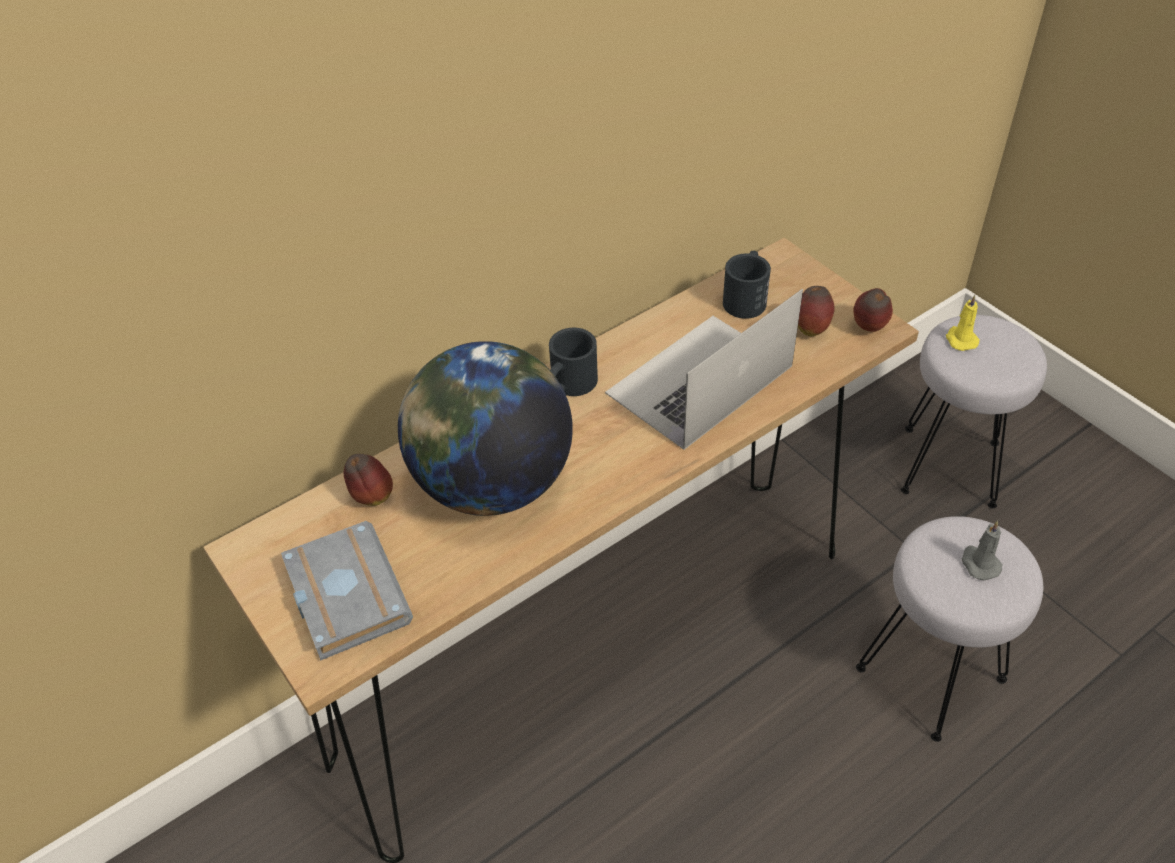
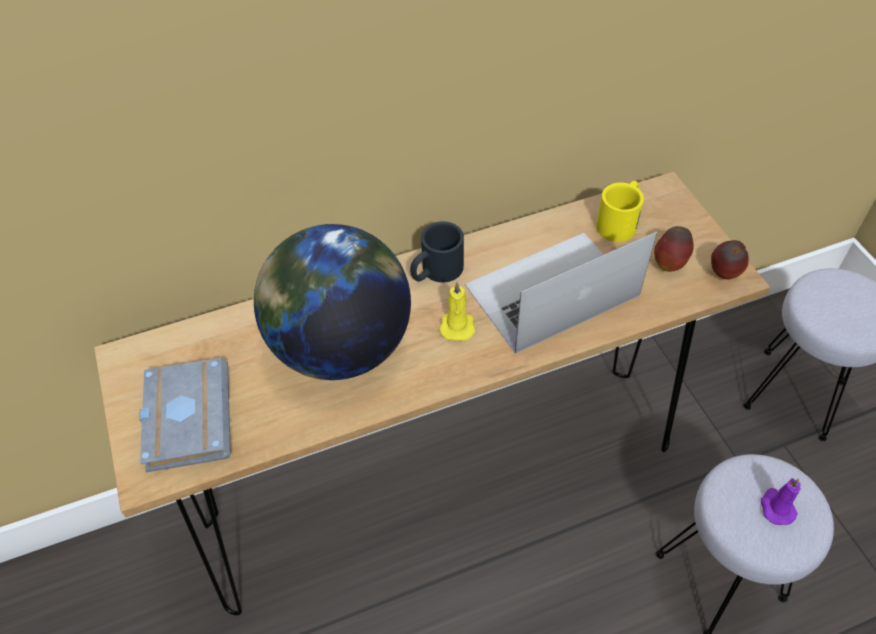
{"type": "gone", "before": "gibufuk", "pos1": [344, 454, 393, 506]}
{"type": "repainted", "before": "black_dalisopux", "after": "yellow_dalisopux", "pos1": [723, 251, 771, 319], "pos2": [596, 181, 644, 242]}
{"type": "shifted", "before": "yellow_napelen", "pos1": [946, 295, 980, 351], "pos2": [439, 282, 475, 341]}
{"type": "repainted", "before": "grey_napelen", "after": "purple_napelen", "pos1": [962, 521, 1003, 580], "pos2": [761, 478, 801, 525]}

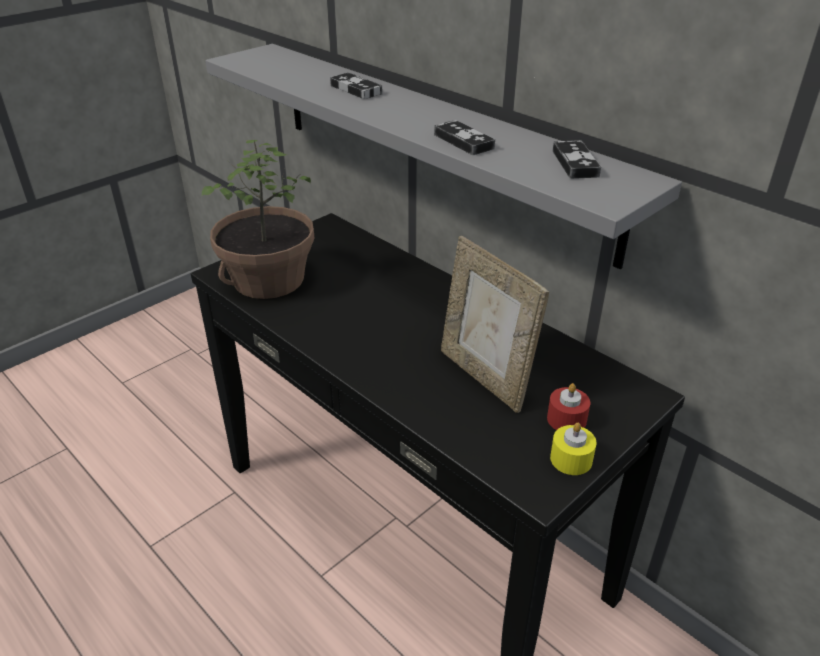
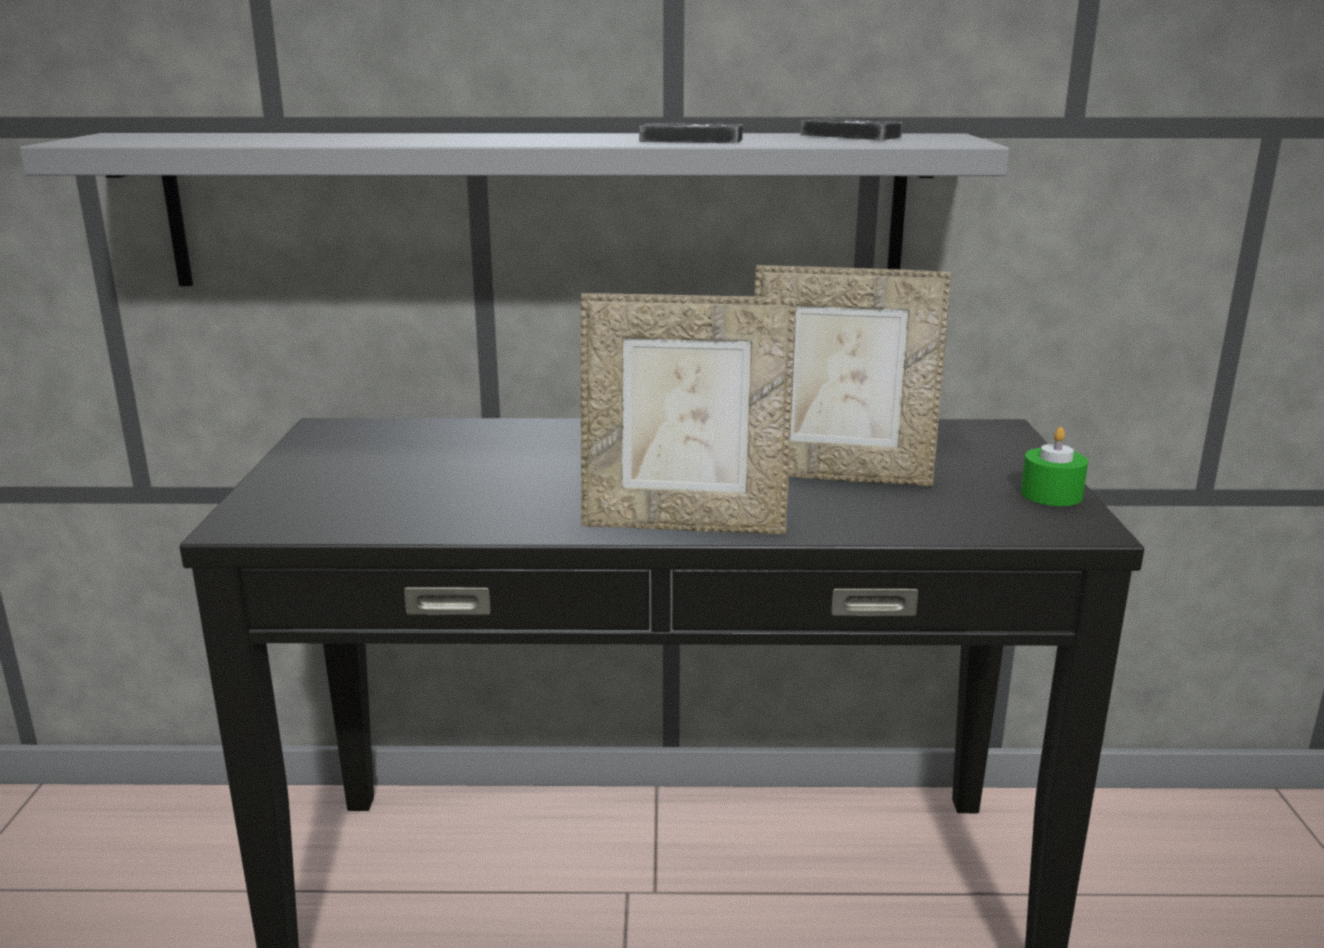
{"type": "gone", "before": "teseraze", "pos1": [202, 140, 314, 299]}
{"type": "gone", "before": "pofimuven", "pos1": [330, 73, 382, 99]}
{"type": "gone", "before": "red_napelen", "pos1": [547, 383, 590, 430]}
{"type": "repainted", "before": "yellow_napelen", "after": "green_napelen", "pos1": [550, 423, 596, 475], "pos2": [1021, 427, 1088, 506]}
{"type": "new", "after": "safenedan", "pos2": [580, 293, 797, 534]}

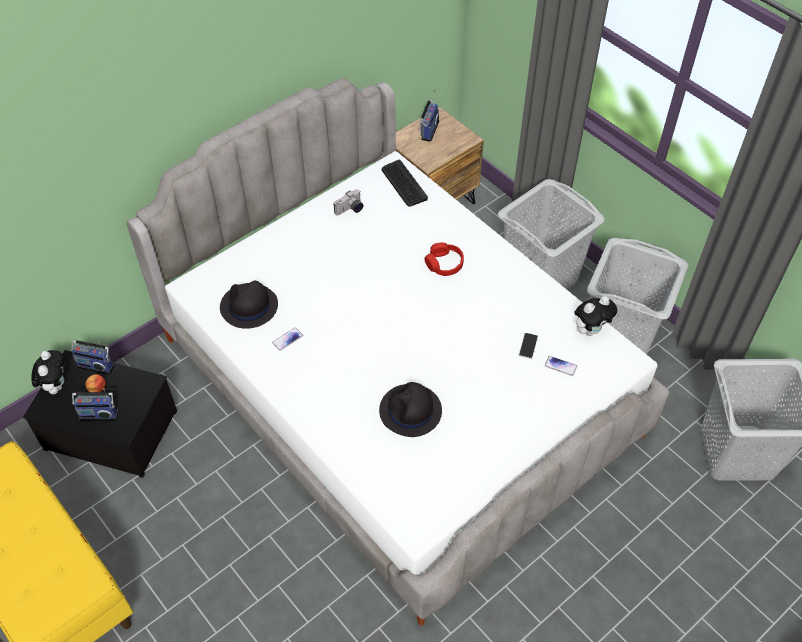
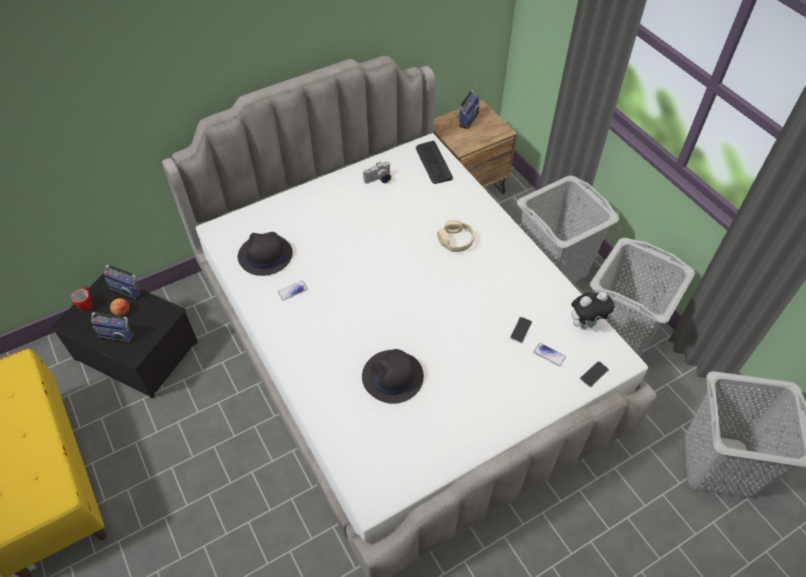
{"type": "swapped", "before": "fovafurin", "after": "dalisopux", "pos1": [31, 350, 65, 394], "pos2": [71, 286, 92, 311]}
{"type": "repainted", "before": "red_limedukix", "after": "beige_limedukix", "pos1": [425, 242, 464, 276], "pos2": [437, 220, 474, 252]}
{"type": "new", "after": "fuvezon", "pos2": [580, 361, 609, 387]}

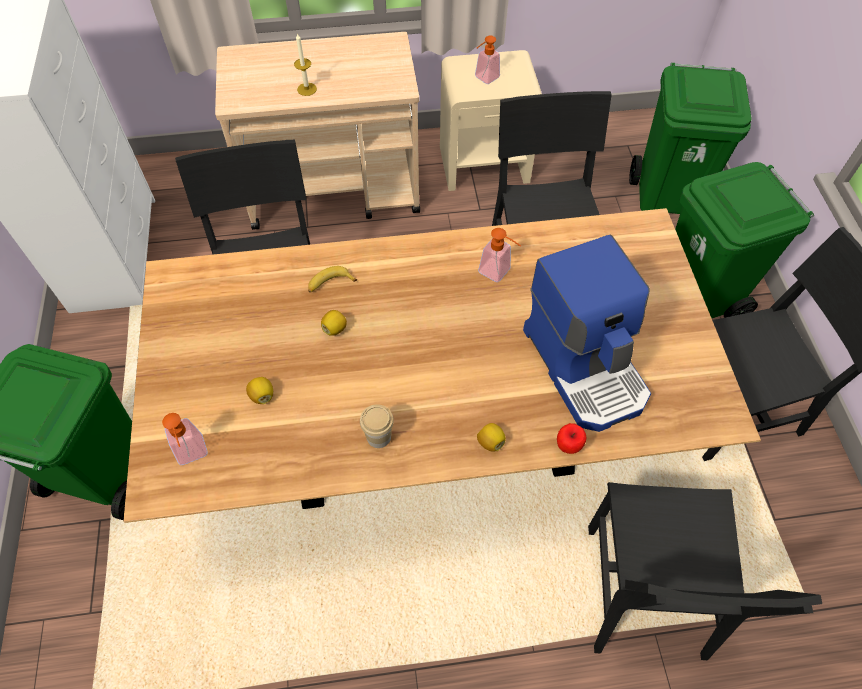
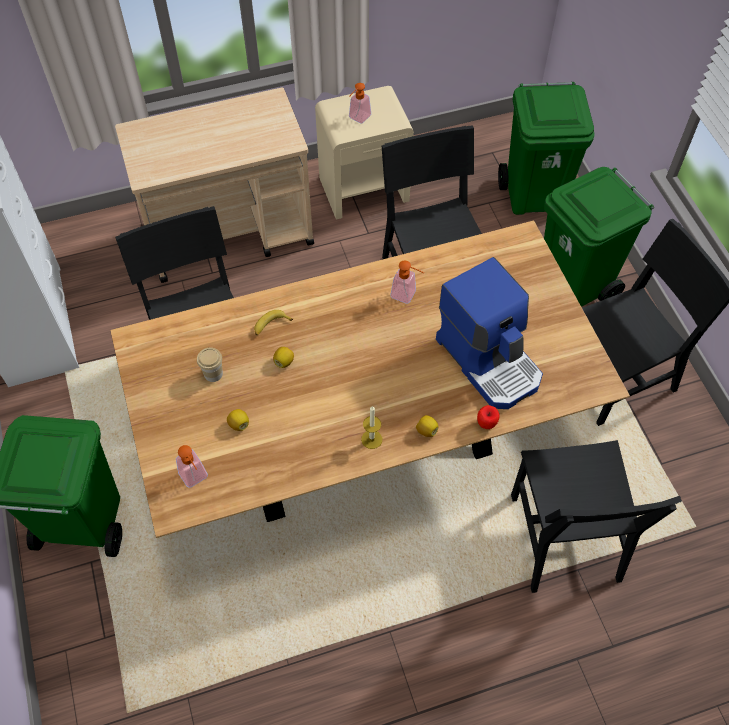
{"type": "shifted", "before": "napelen", "pos1": [294, 33, 317, 96], "pos2": [361, 406, 382, 449]}
{"type": "shifted", "before": "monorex", "pos1": [360, 404, 394, 448], "pos2": [197, 347, 223, 382]}

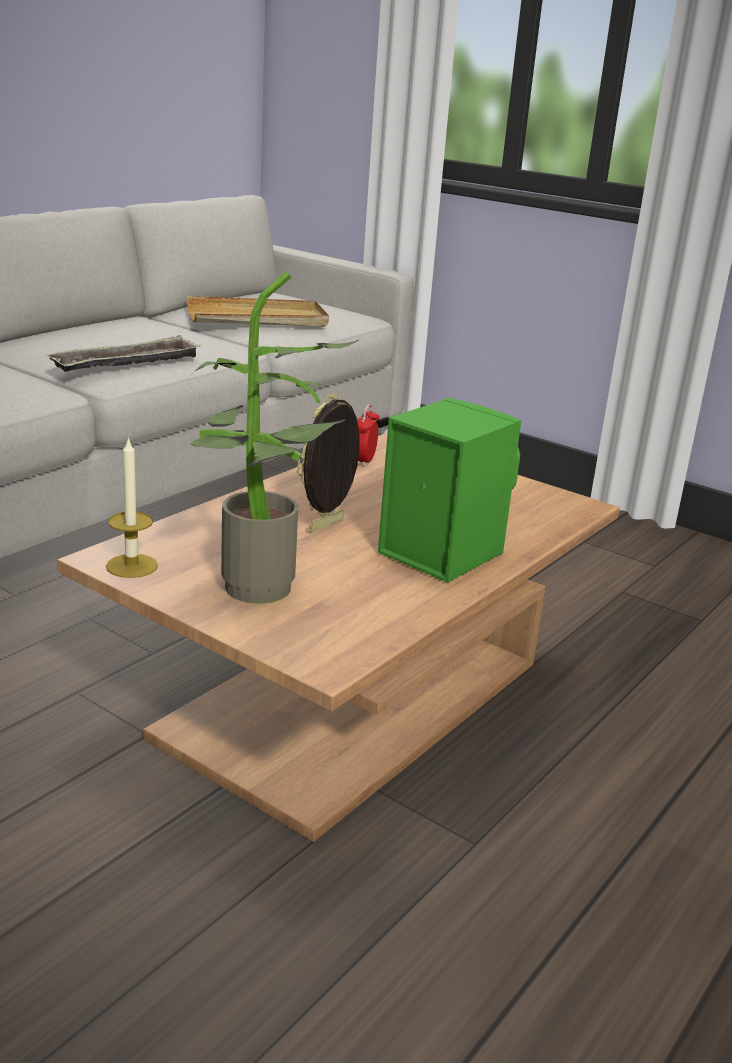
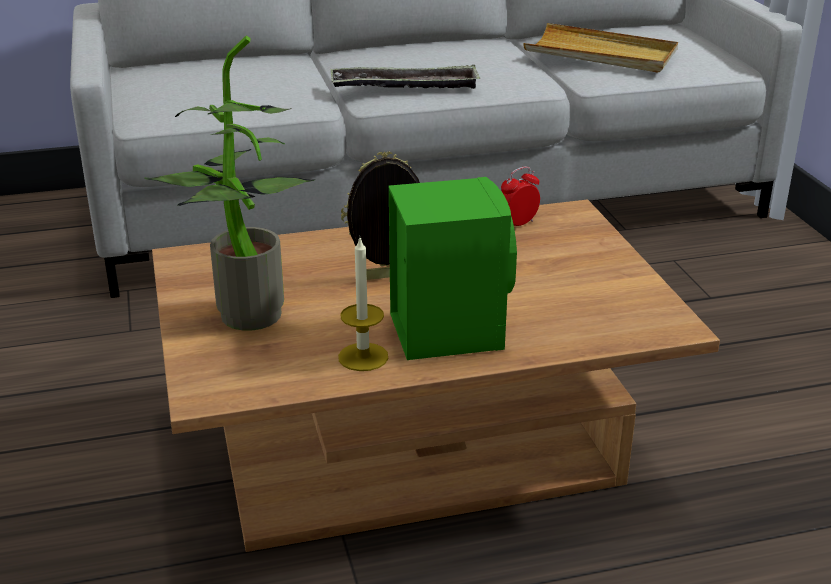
{"type": "shifted", "before": "napelen", "pos1": [106, 437, 158, 578], "pos2": [338, 238, 388, 371]}

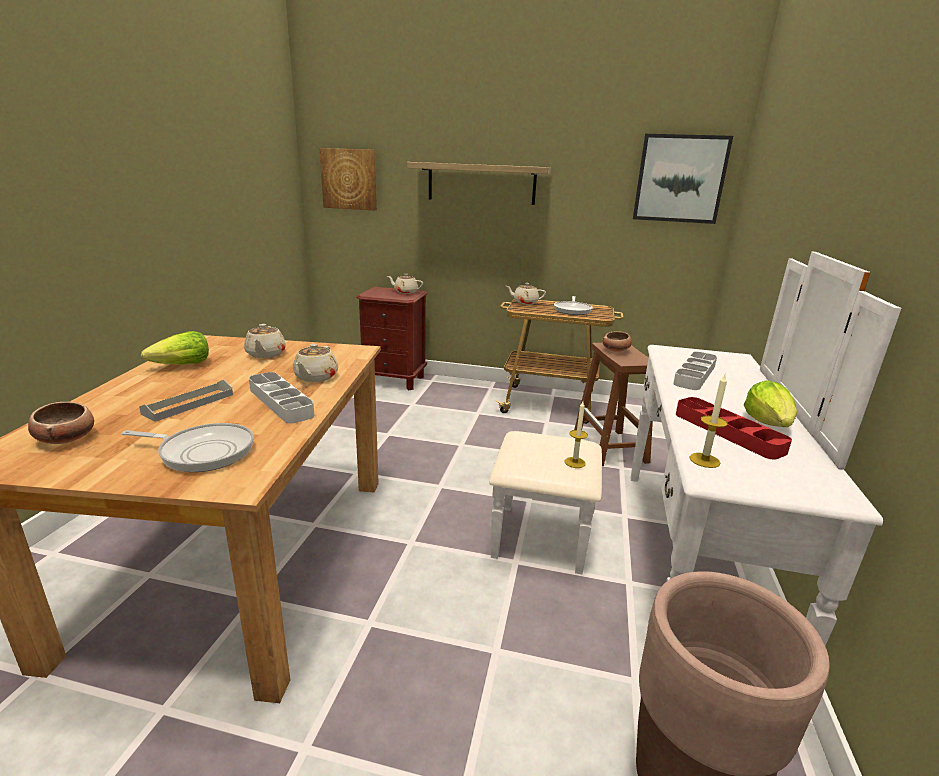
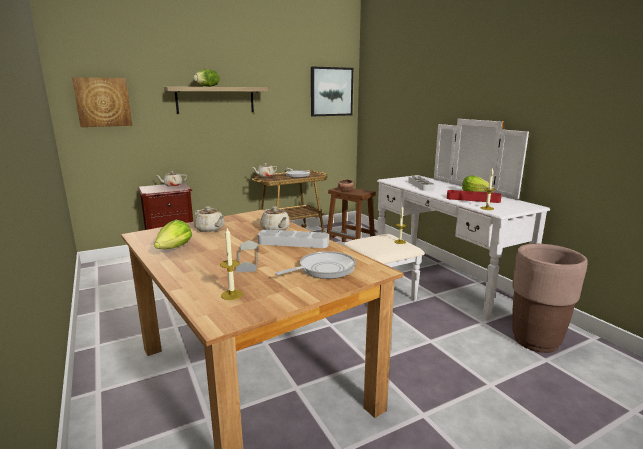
{"type": "swapped", "before": "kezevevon", "after": "napelen", "pos1": [28, 402, 94, 444], "pos2": [220, 228, 243, 300]}
{"type": "new", "after": "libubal", "pos2": [193, 69, 220, 87]}

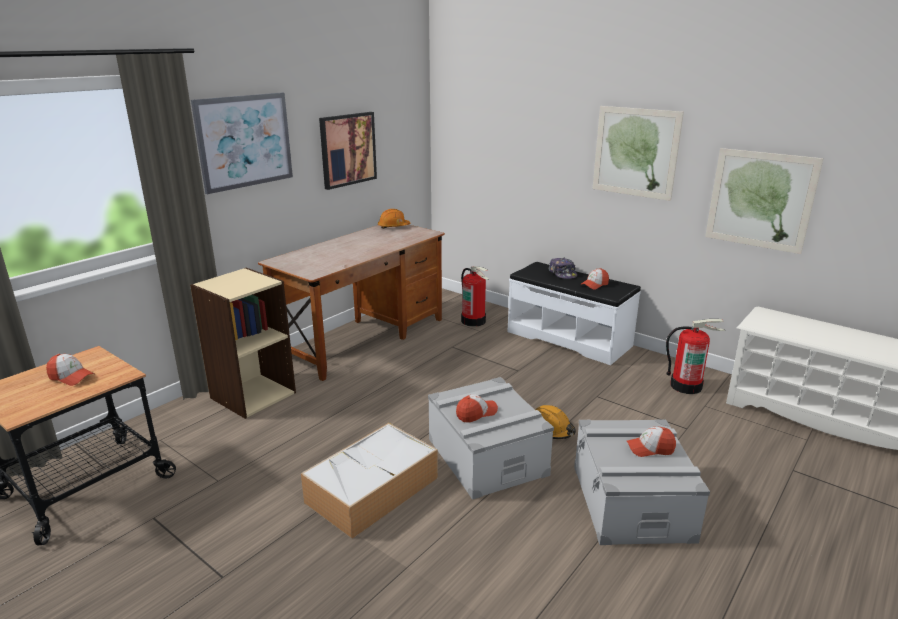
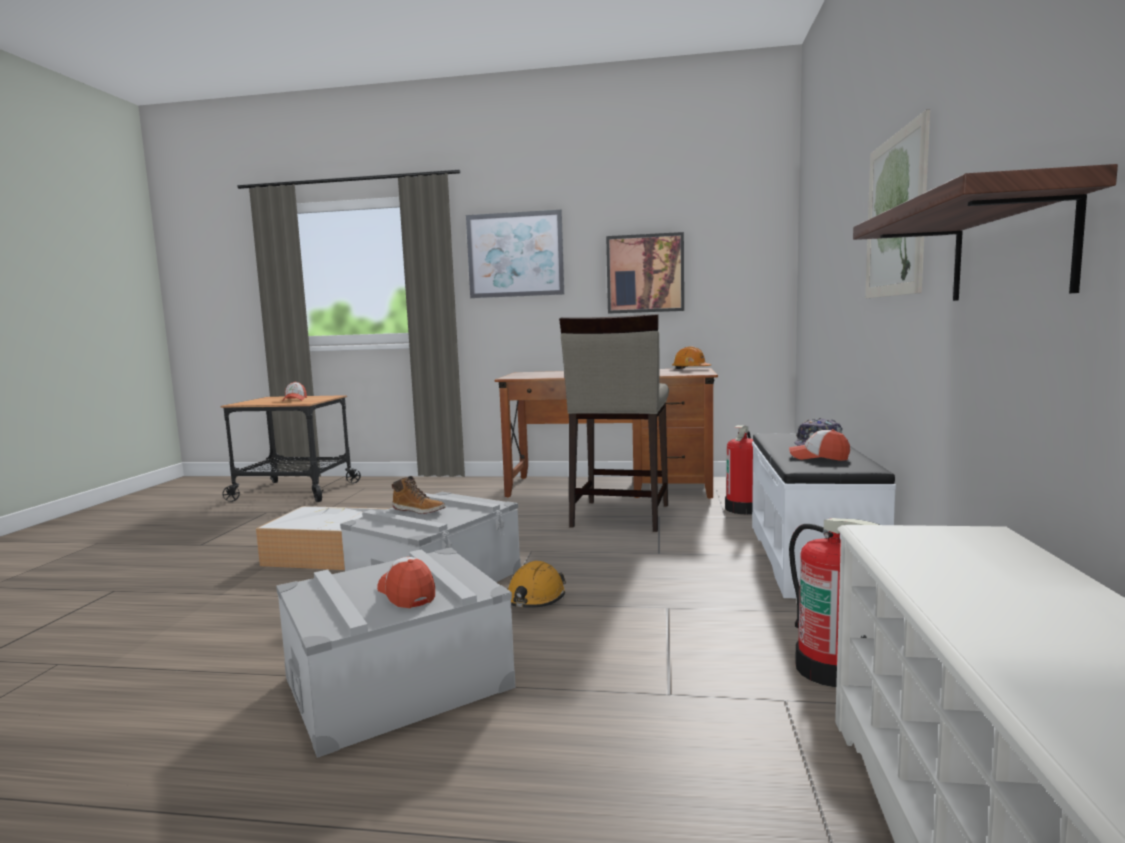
{"type": "gone", "before": "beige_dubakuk", "pos1": [190, 268, 296, 419]}
{"type": "swapped", "before": "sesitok", "after": "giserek", "pos1": [456, 394, 498, 423], "pos2": [392, 476, 446, 514]}
{"type": "swapped", "before": "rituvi", "after": "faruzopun", "pos1": [705, 148, 823, 254], "pos2": [853, 164, 1118, 301]}
{"type": "new", "after": "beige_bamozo", "pos2": [559, 314, 669, 532]}

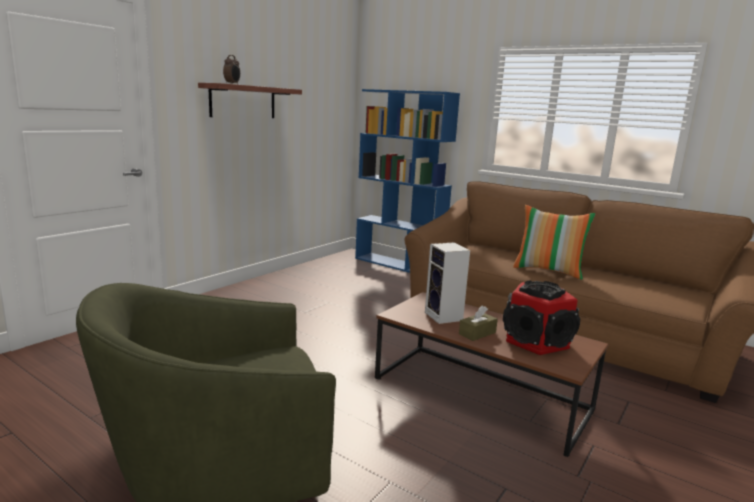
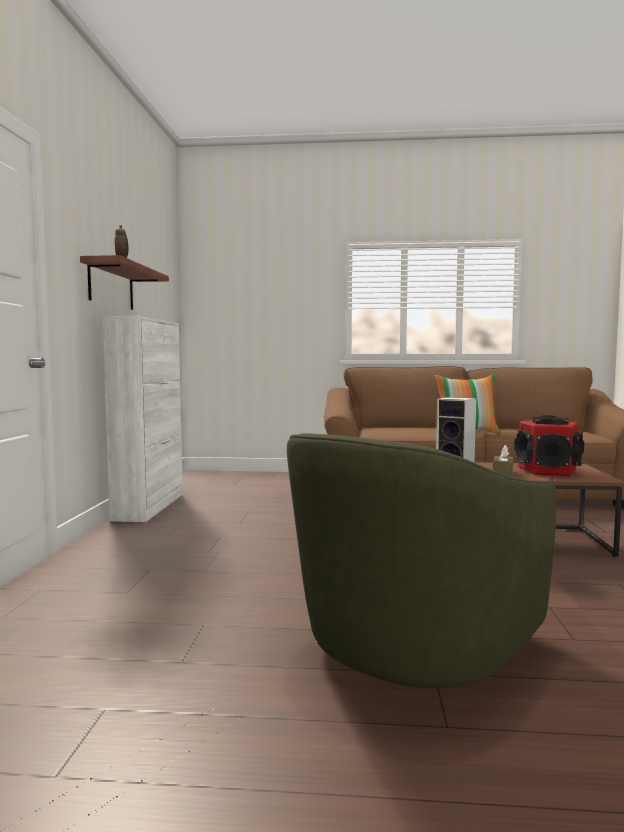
{"type": "gone", "before": "blue_dubakuk", "pos1": [355, 89, 460, 273]}
{"type": "new", "after": "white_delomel", "pos2": [102, 316, 183, 522]}

